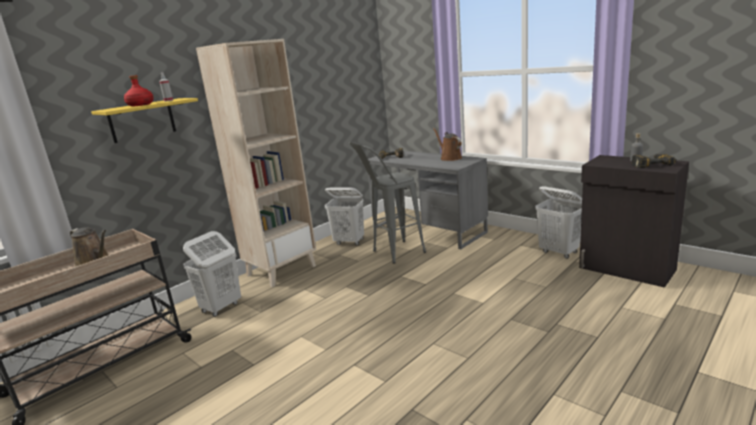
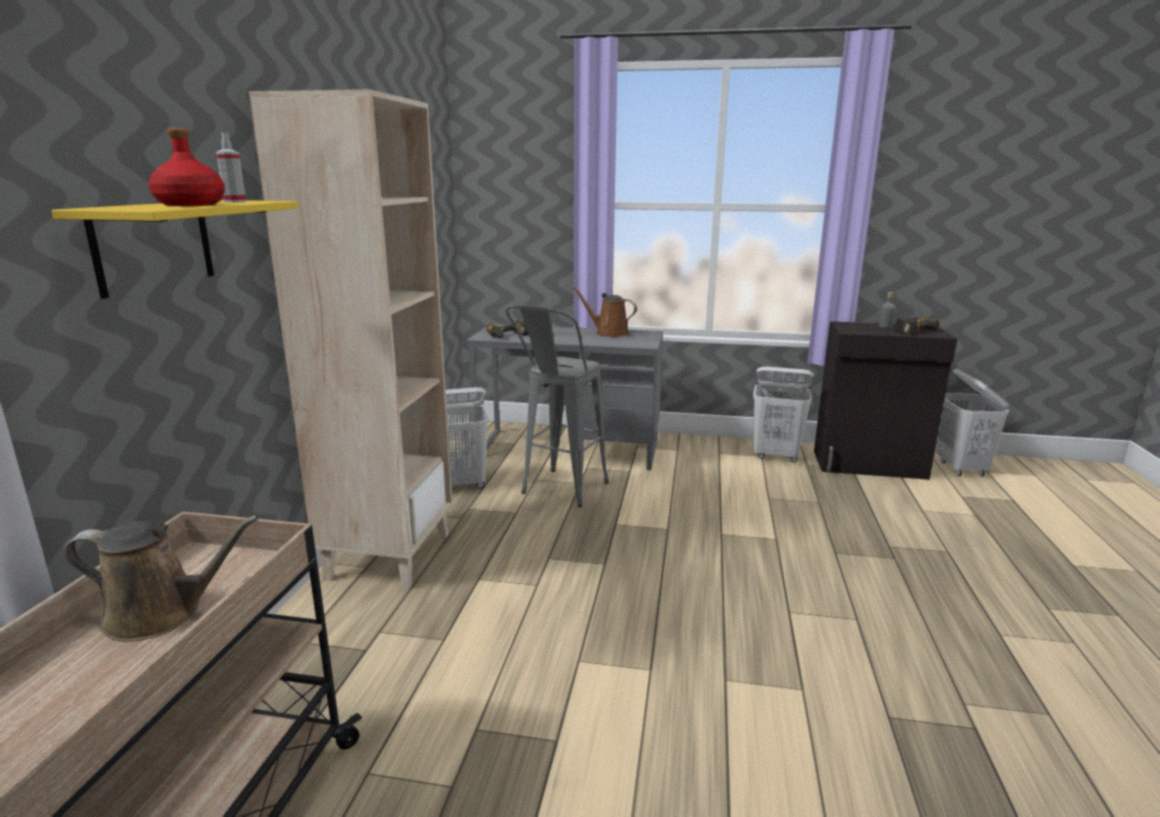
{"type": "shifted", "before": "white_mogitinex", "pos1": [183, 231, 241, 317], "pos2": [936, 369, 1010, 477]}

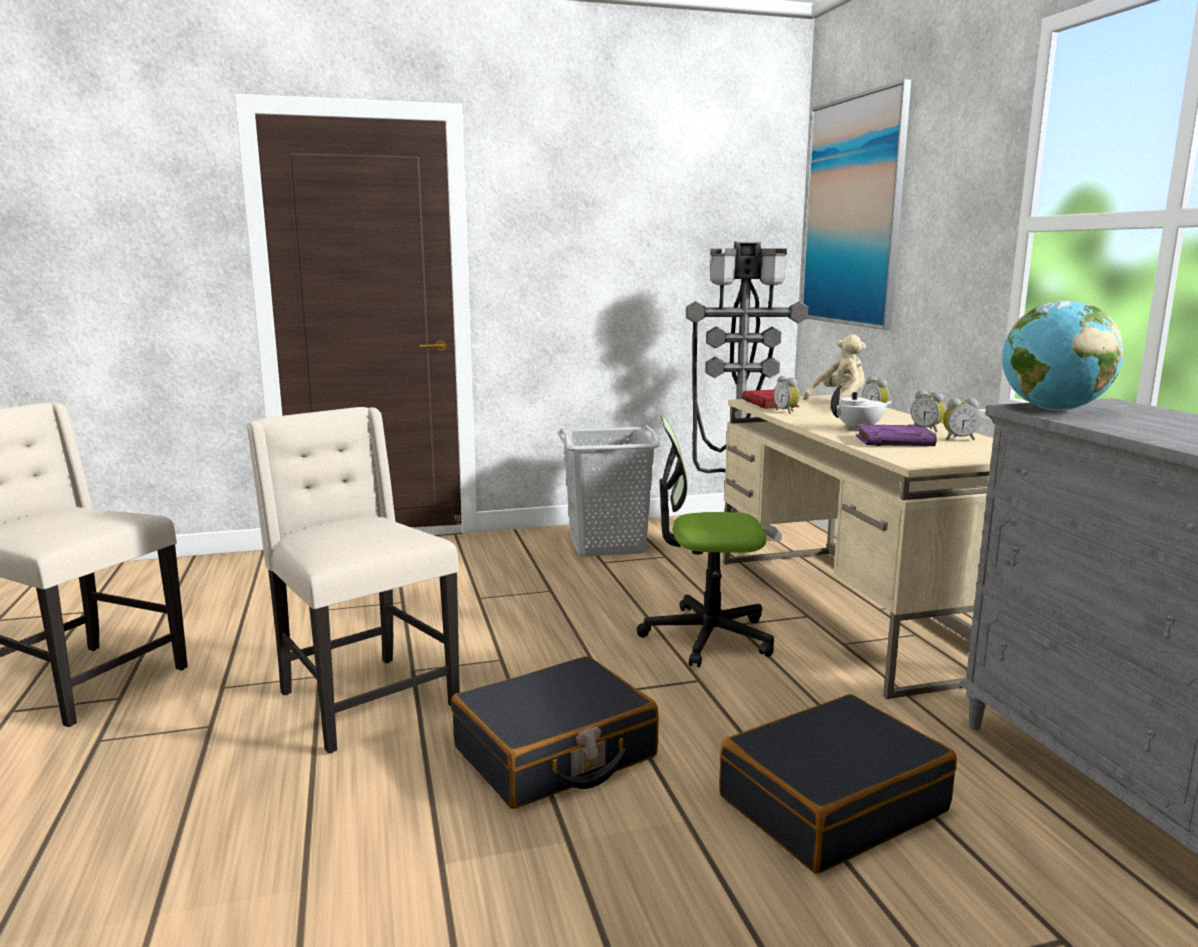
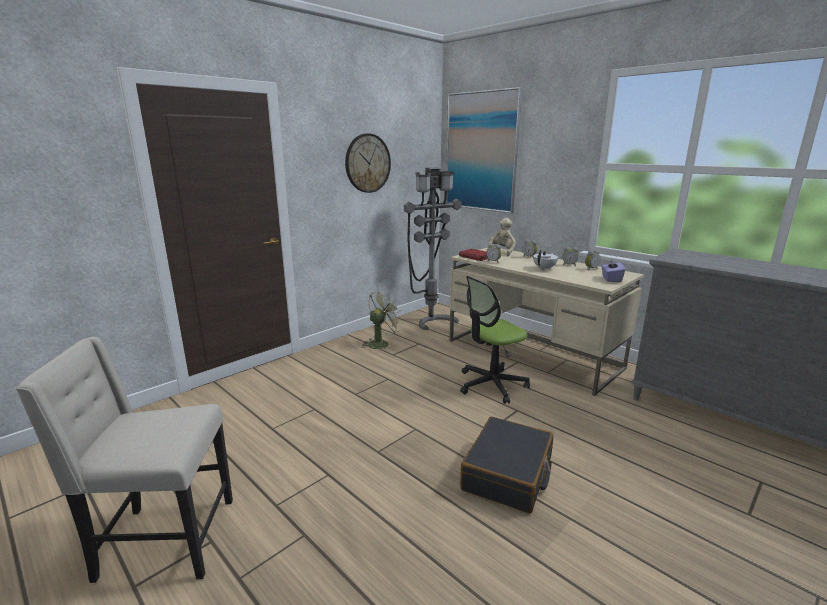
{"type": "gone", "before": "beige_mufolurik", "pos1": [246, 407, 460, 754]}
{"type": "swapped", "before": "grey_mogitinex", "after": "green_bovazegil", "pos1": [557, 425, 662, 557], "pos2": [362, 290, 404, 349]}
{"type": "gone", "before": "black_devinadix", "pos1": [719, 694, 957, 874]}
{"type": "gone", "before": "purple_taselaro", "pos1": [856, 424, 937, 447]}
{"type": "gone", "before": "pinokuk", "pos1": [1002, 301, 1124, 411]}
{"type": "new", "after": "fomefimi", "pos2": [345, 133, 391, 193]}
{"type": "new", "after": "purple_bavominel", "pos2": [601, 259, 625, 282]}

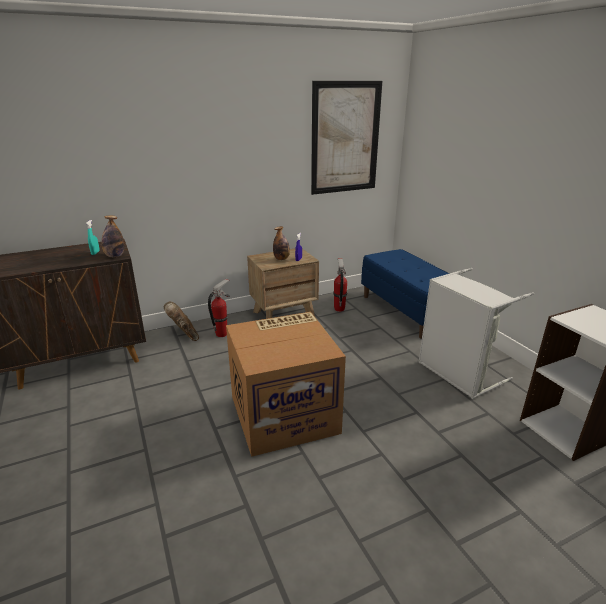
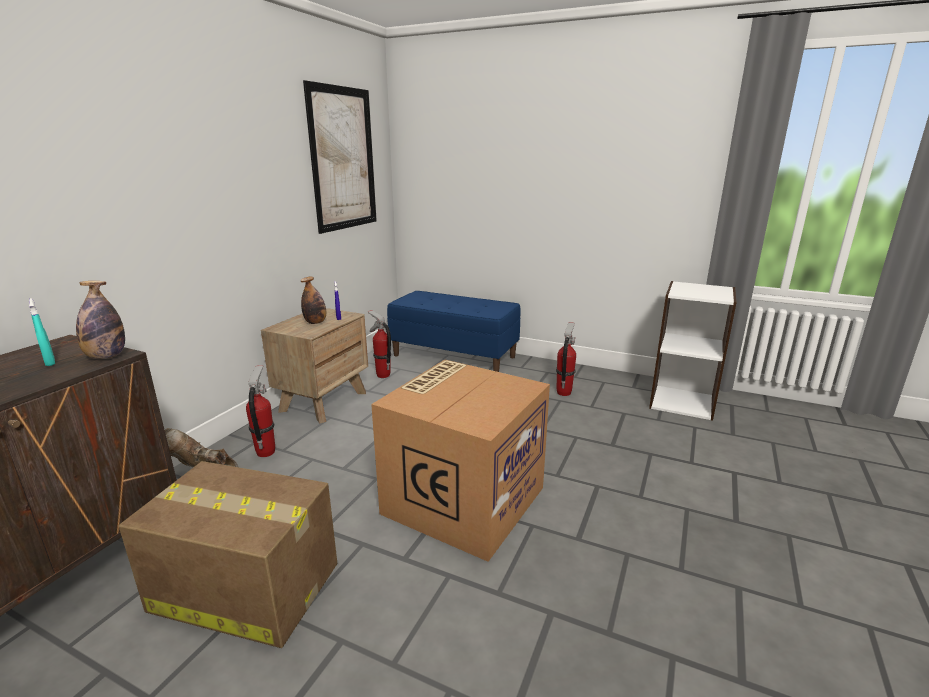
{"type": "swapped", "before": "grey_mogitinex", "after": "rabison", "pos1": [418, 268, 534, 399], "pos2": [556, 322, 576, 396]}
{"type": "new", "after": "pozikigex", "pos2": [119, 461, 337, 648]}

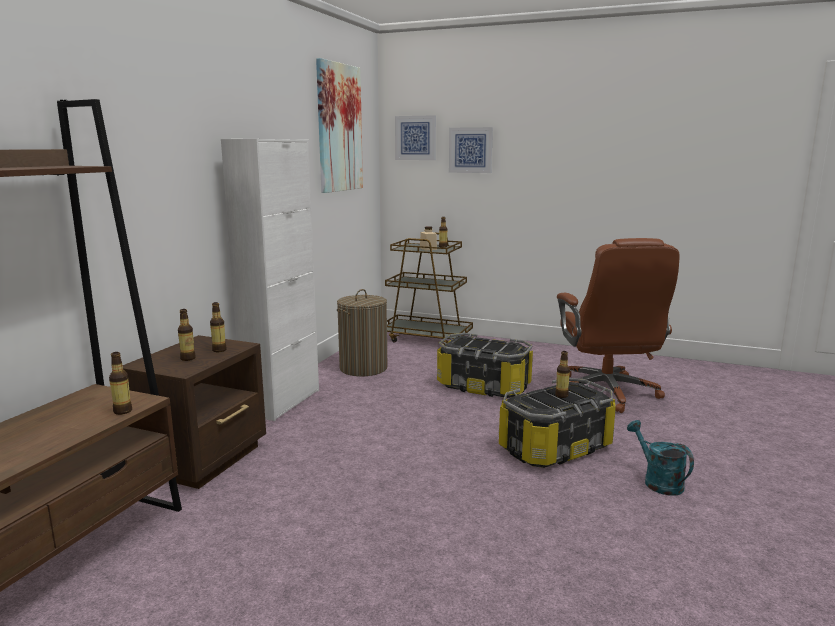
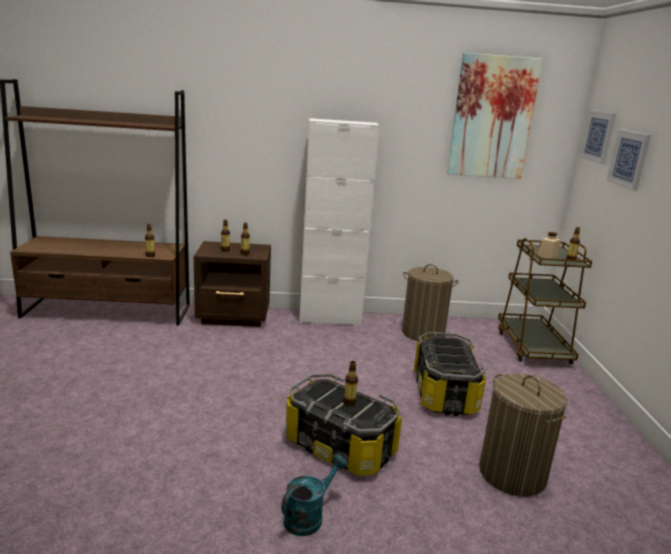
{"type": "swapped", "before": "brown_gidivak", "after": "mogitinex", "pos1": [557, 238, 680, 413], "pos2": [479, 373, 567, 497]}

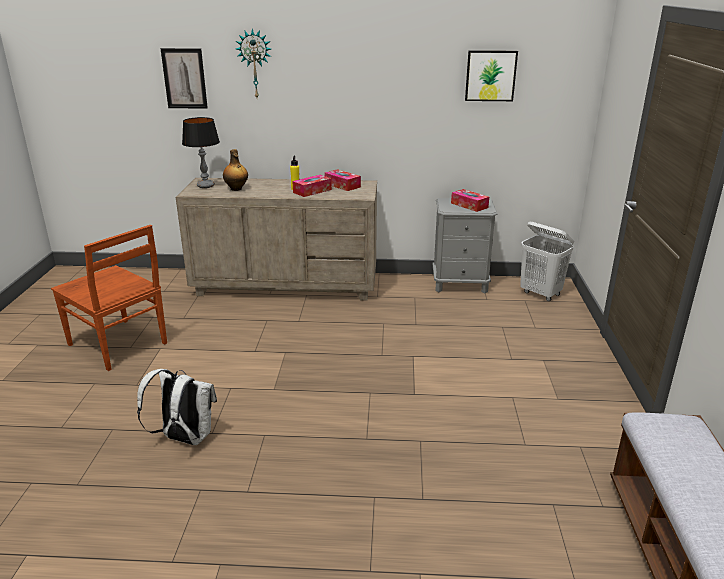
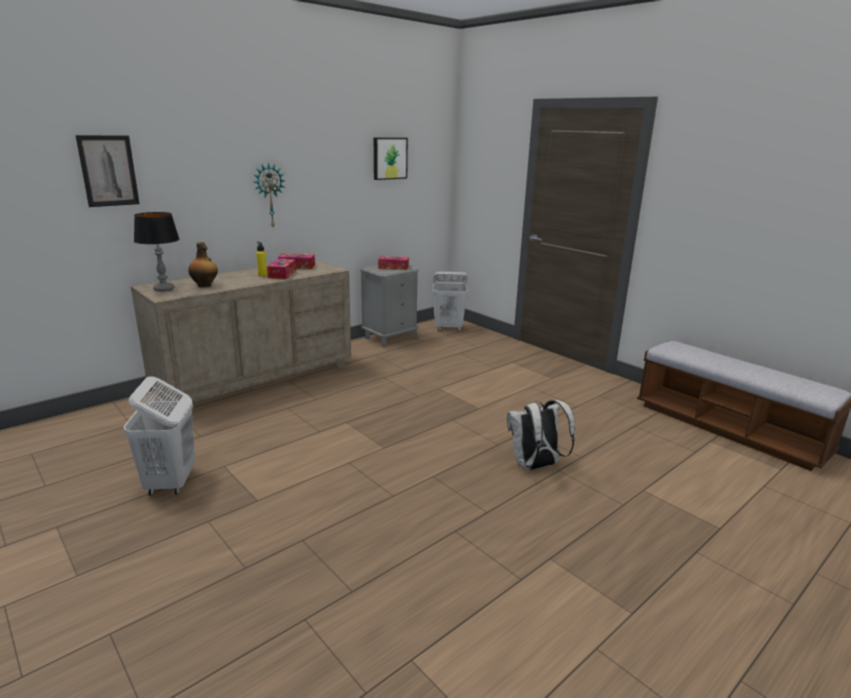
{"type": "swapped", "before": "brown_mufolurik", "after": "white_mogitinex", "pos1": [51, 225, 167, 371], "pos2": [124, 376, 195, 495]}
{"type": "shifted", "before": "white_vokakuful", "pos1": [137, 369, 217, 445], "pos2": [507, 400, 575, 470]}
{"type": "shifted", "before": "fomefimi", "pos1": [236, 29, 271, 98], "pos2": [254, 162, 286, 227]}

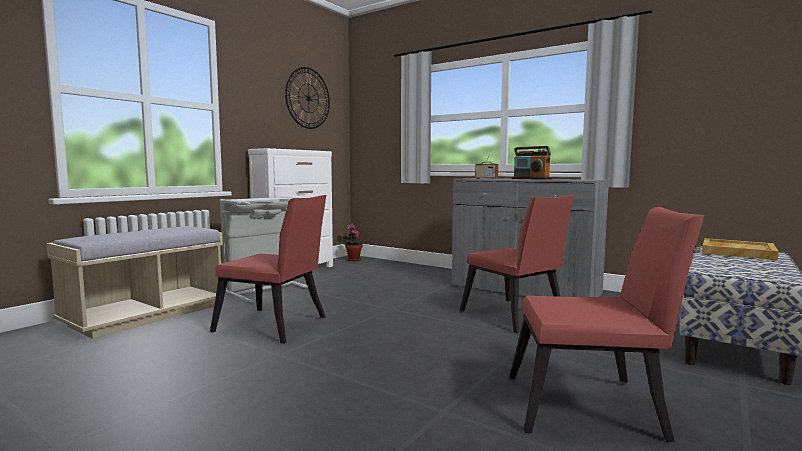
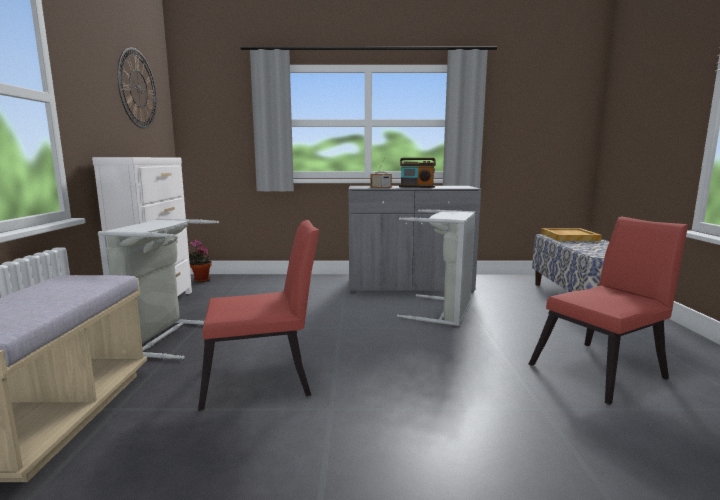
{"type": "swapped", "before": "red_mufolurik", "after": "grey_mogitinex", "pos1": [460, 195, 574, 333], "pos2": [397, 209, 475, 326]}

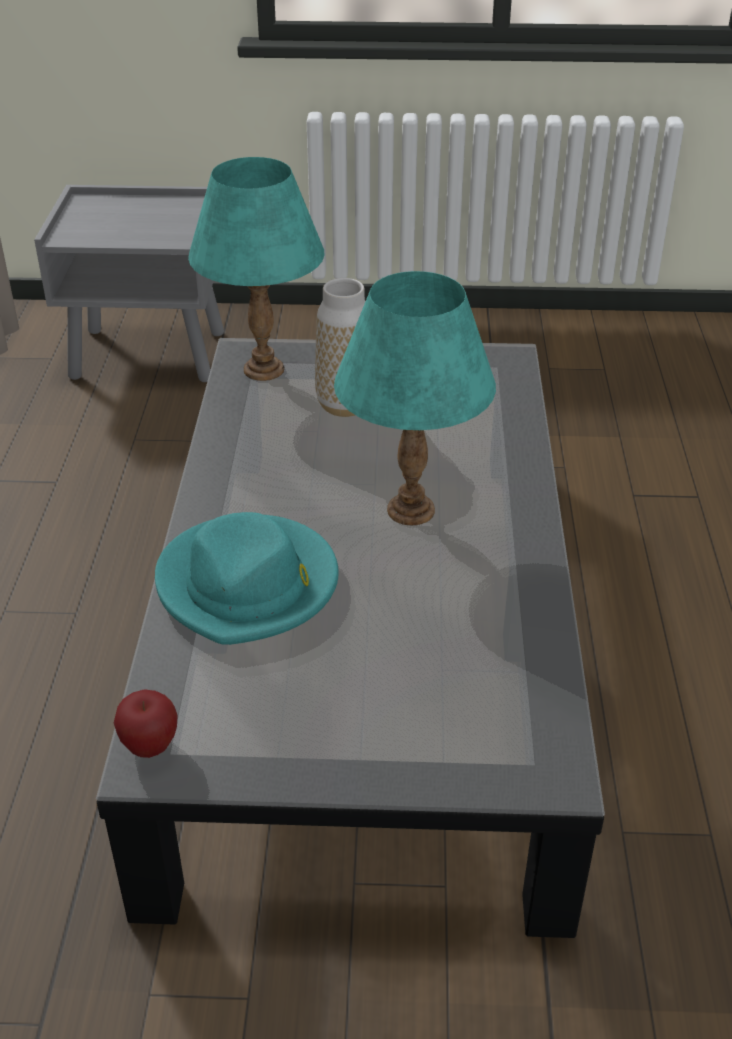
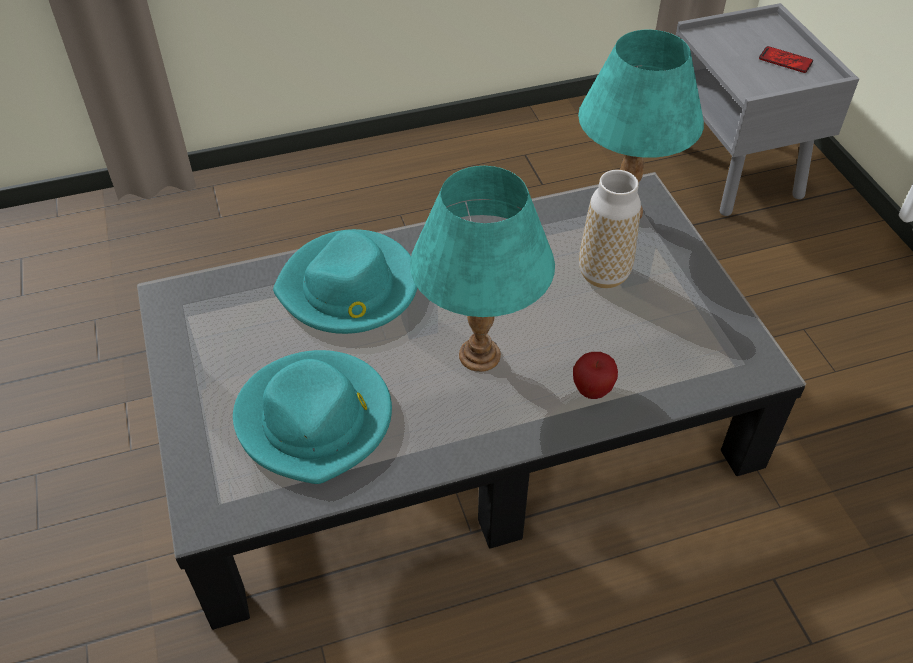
{"type": "shifted", "before": "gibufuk", "pos1": [114, 689, 178, 758], "pos2": [573, 352, 618, 399]}
{"type": "new", "after": "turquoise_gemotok", "pos2": [233, 350, 392, 484]}
{"type": "new", "after": "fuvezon", "pos2": [759, 46, 813, 73]}

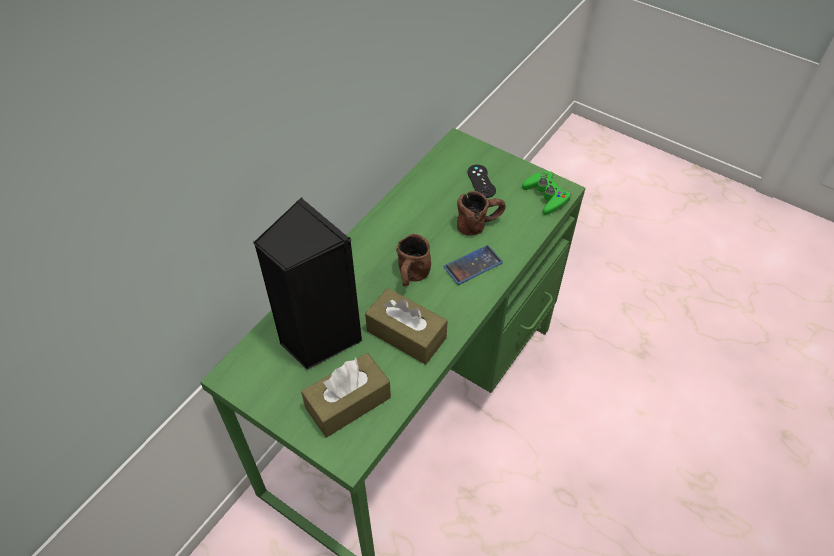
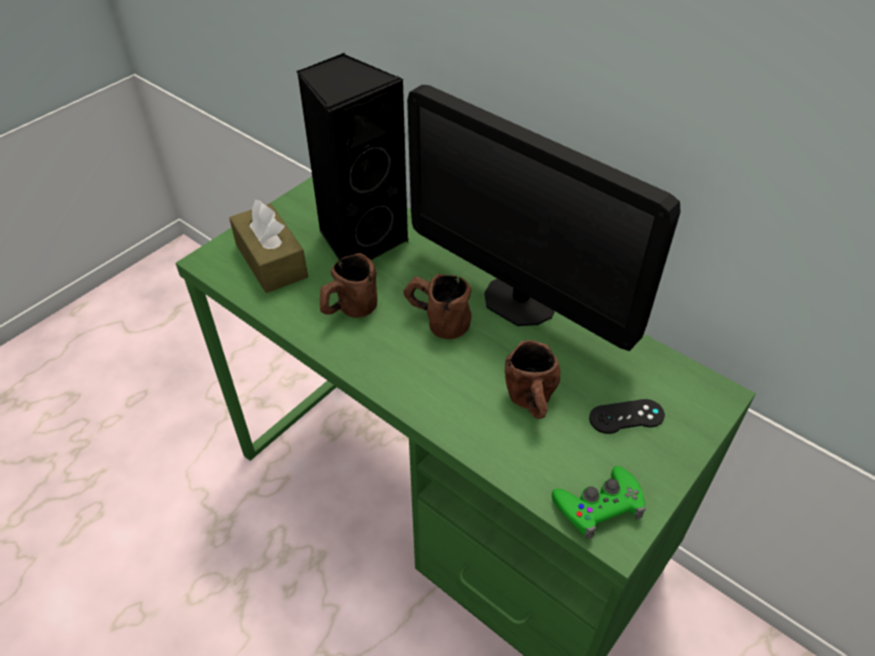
{"type": "swapped", "before": "brown_bavominel", "after": "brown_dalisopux", "pos1": [365, 288, 447, 365], "pos2": [320, 253, 377, 318]}
{"type": "gone", "before": "fuvezon", "pos1": [444, 245, 503, 285]}
{"type": "new", "after": "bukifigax", "pos2": [407, 85, 681, 351]}

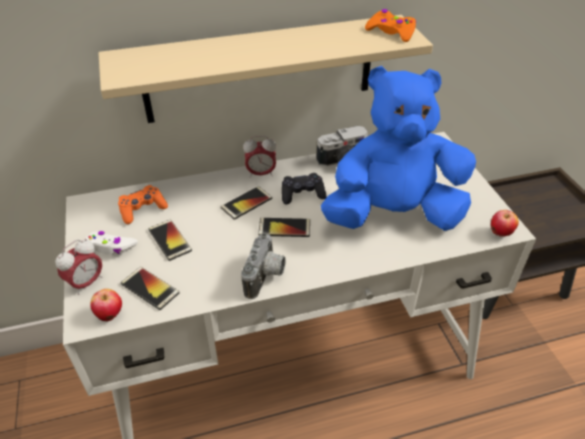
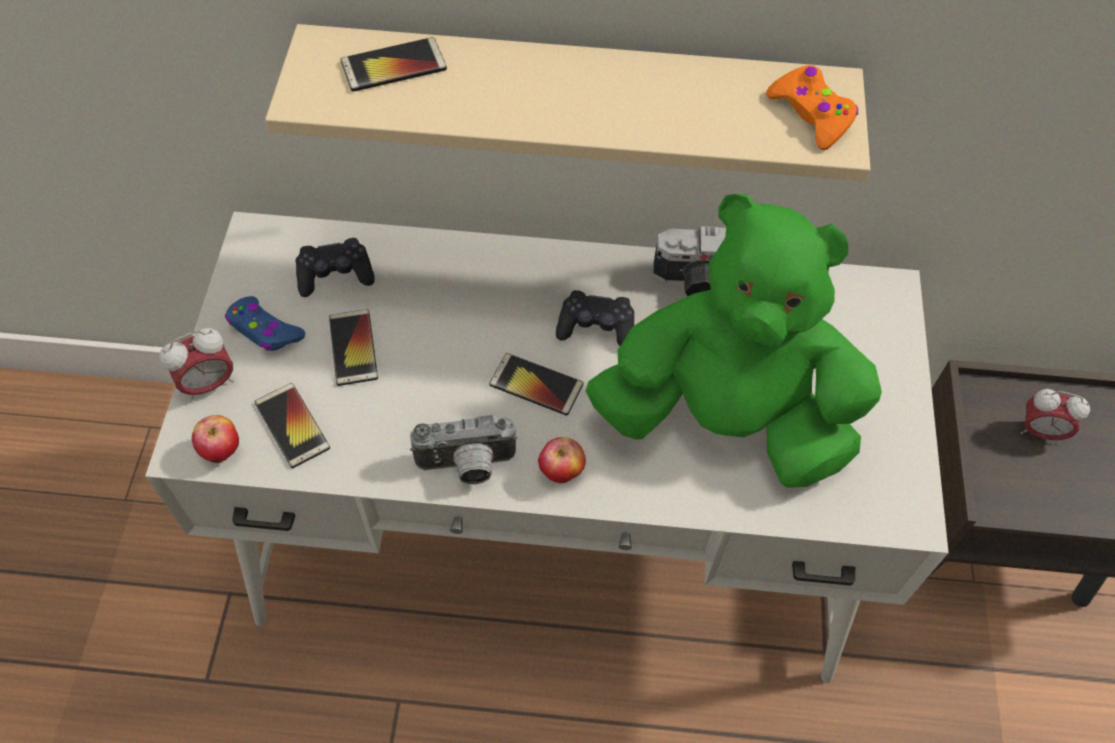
{"type": "repainted", "before": "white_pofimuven", "after": "blue_pofimuven", "pos1": [85, 231, 138, 255], "pos2": [225, 296, 305, 351]}
{"type": "repainted", "before": "orange_pofimuven", "after": "black_pofimuven", "pos1": [118, 185, 168, 224], "pos2": [296, 238, 375, 297]}
{"type": "shifted", "before": "fuvezon", "pos1": [221, 186, 272, 220], "pos2": [340, 37, 447, 92]}
{"type": "rotated", "before": "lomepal", "pos1": [241, 233, 286, 299], "pos2": [410, 415, 518, 485], "turn": 45}
{"type": "shifted", "before": "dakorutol", "pos1": [243, 136, 276, 178], "pos2": [1020, 389, 1090, 444]}
{"type": "repainted", "before": "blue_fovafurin", "after": "green_fovafurin", "pos1": [321, 66, 476, 231], "pos2": [586, 194, 882, 488]}
{"type": "shifted", "before": "gibufuk", "pos1": [491, 210, 519, 237], "pos2": [538, 437, 586, 483]}

